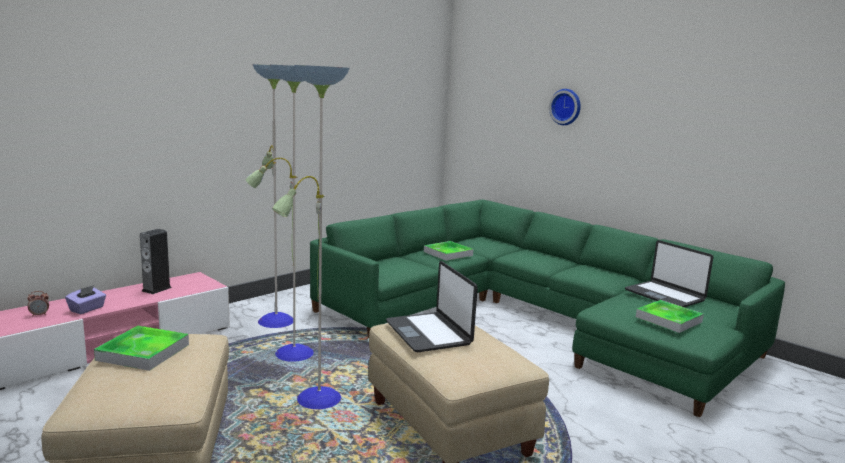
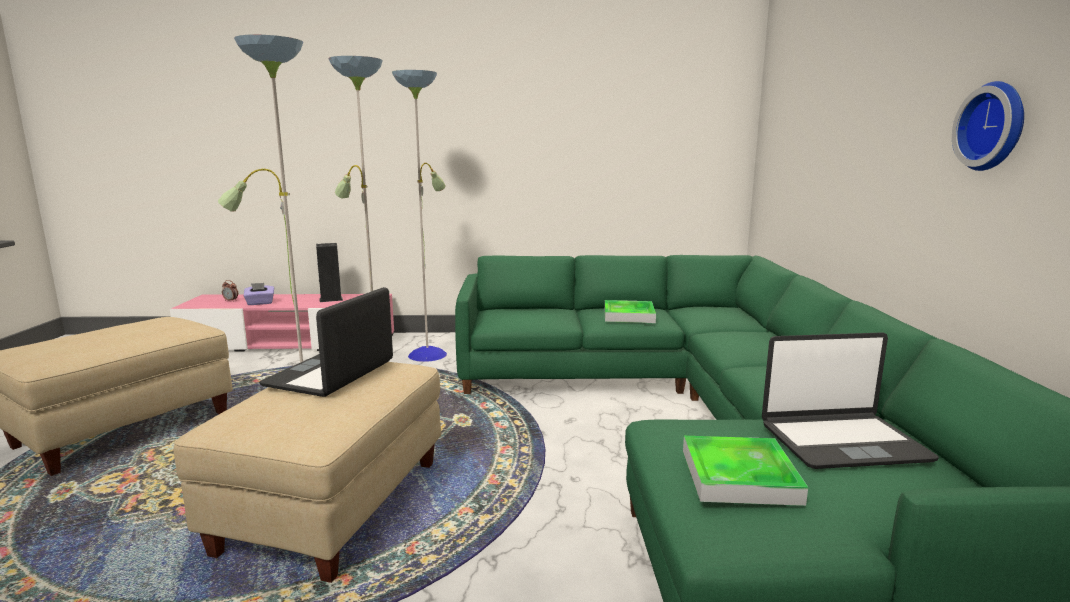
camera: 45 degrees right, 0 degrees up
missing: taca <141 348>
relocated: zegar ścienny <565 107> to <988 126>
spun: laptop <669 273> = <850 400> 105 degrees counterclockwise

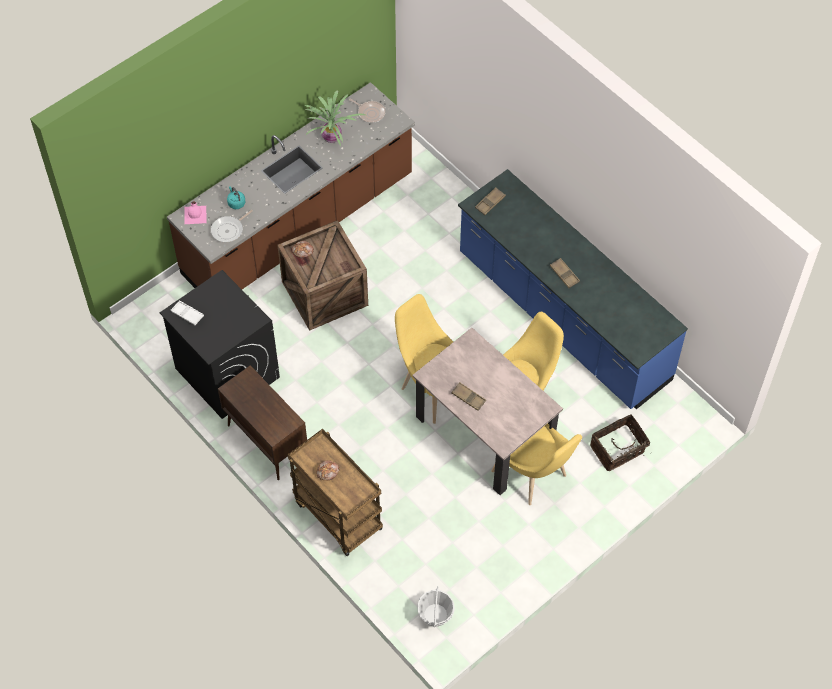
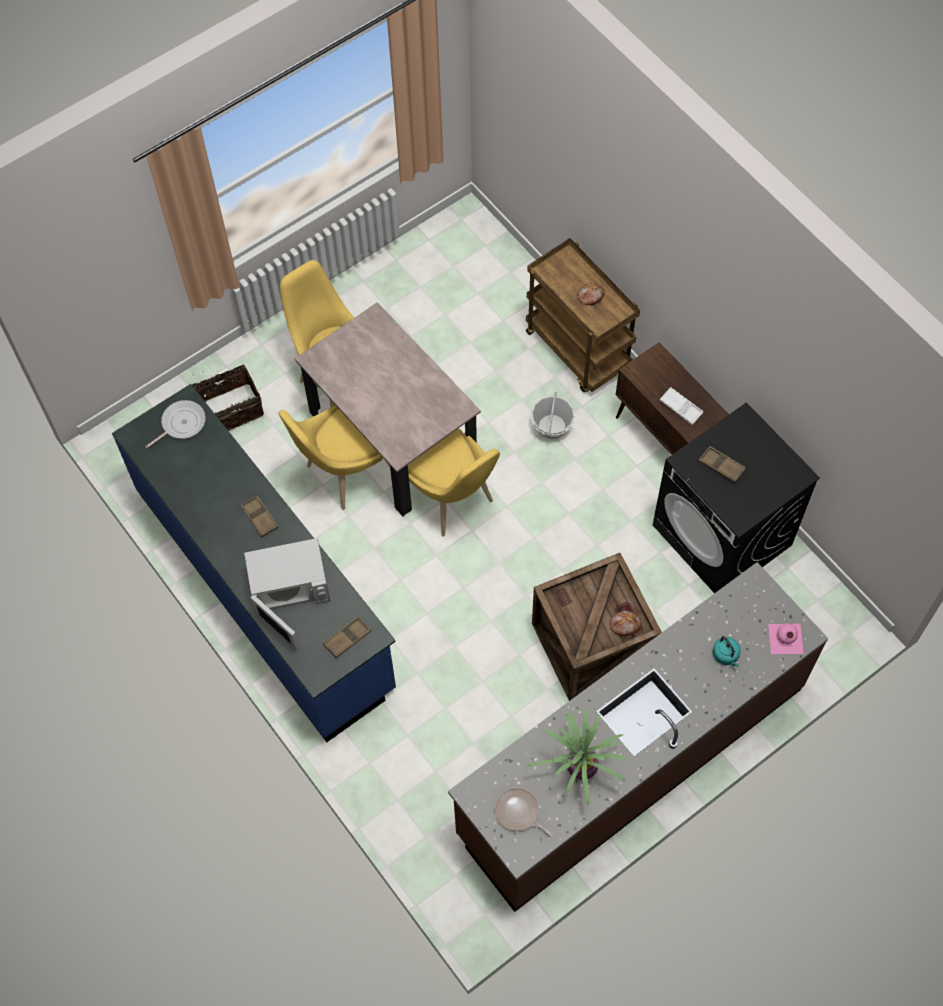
camera: 175 degrees left, 5 degrees up
appeared: mikrofalówka/biały <287 595>
relocated: patelnia <232 226> to <175 424>; taca/biały <187 313> to <681 406>; taca/brązowy <468 396> to <722 464>; koszyk <436 606> to <553 415>

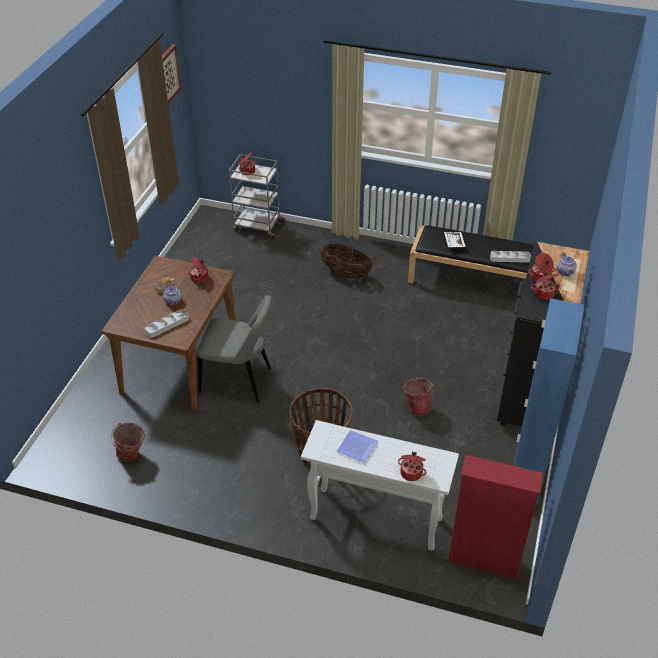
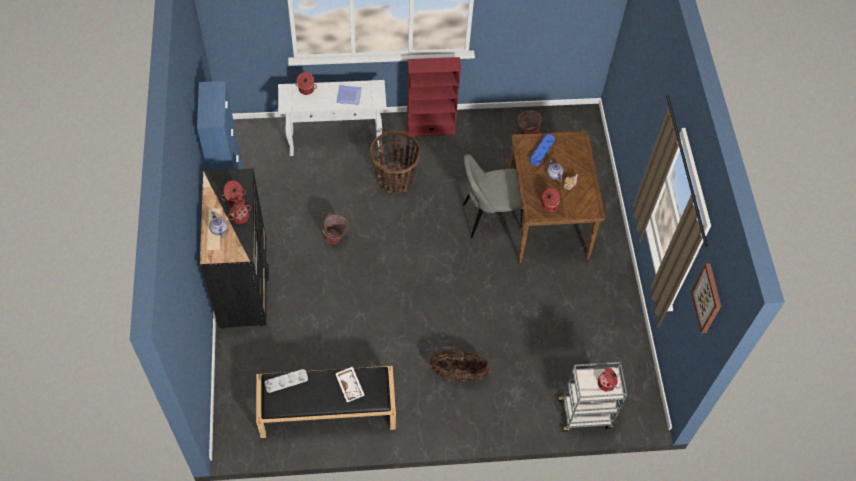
camera: 155 degrees right, 15 degrees up
relocated: regał/czerwony <495 517> to <434 96>
colour: taca/szary <167 323> to taca/niebieski <542 150>

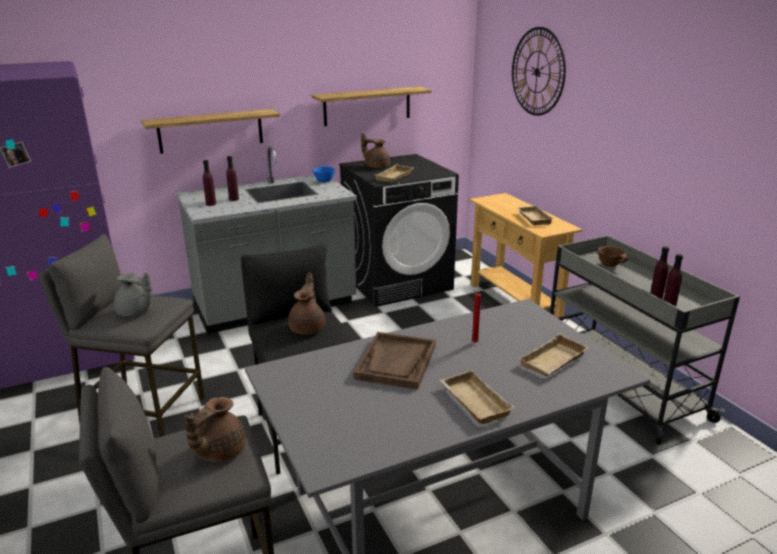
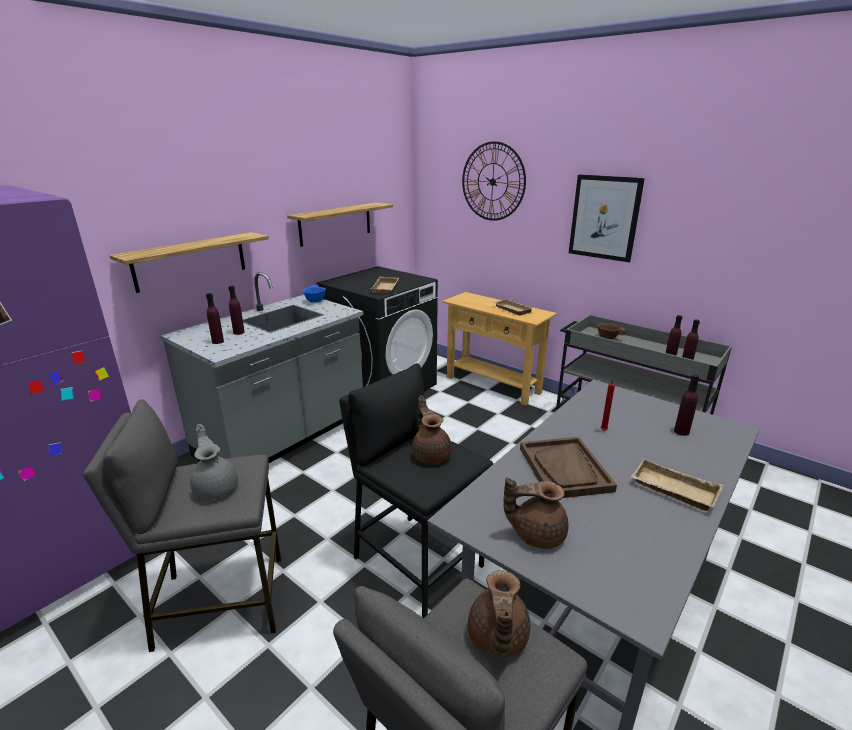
camera: 25 degrees left, 0 degrees up
appeared: obraz <607 218>
relocated: imbryk/brązowy <375 150> to <536 513>
exchanged: taca/beżowy <554 354> to butelka/fioletowy <687 405>
spun: imbryk/szary <133 295> = <214 462> 120 degrees counterclockwise

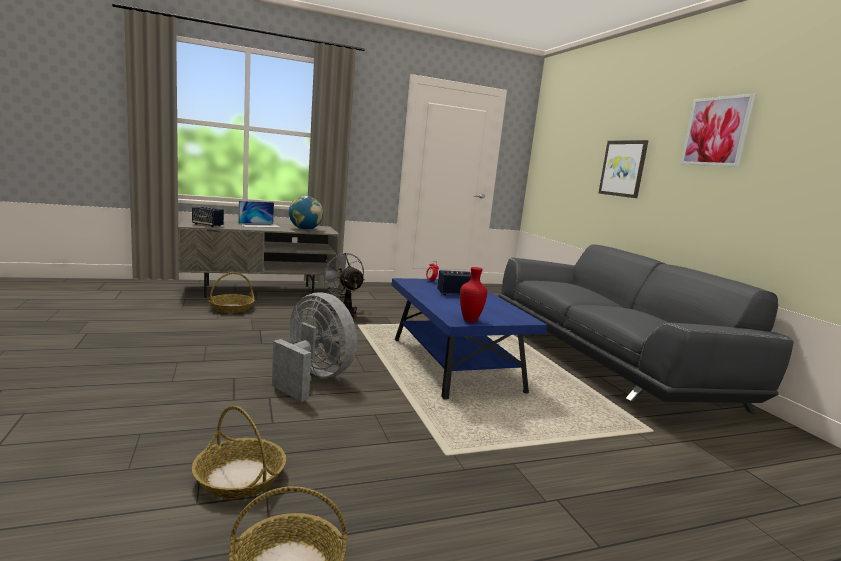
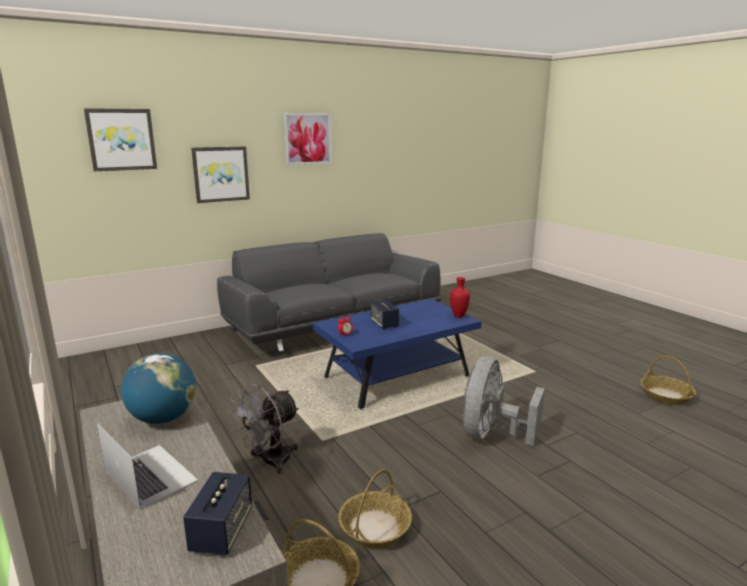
camera: 100 degrees left, 5 degrees up
appeared: obraz <120 139>
relocated: koszyk <239 452> to <375 509>

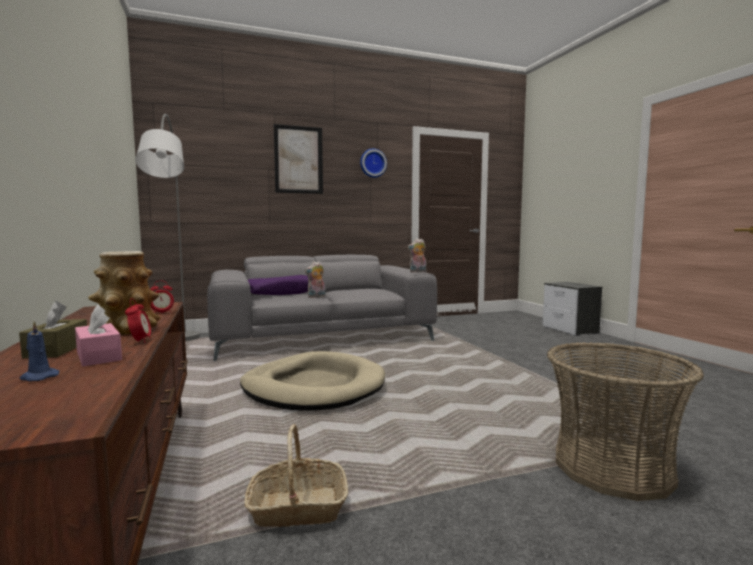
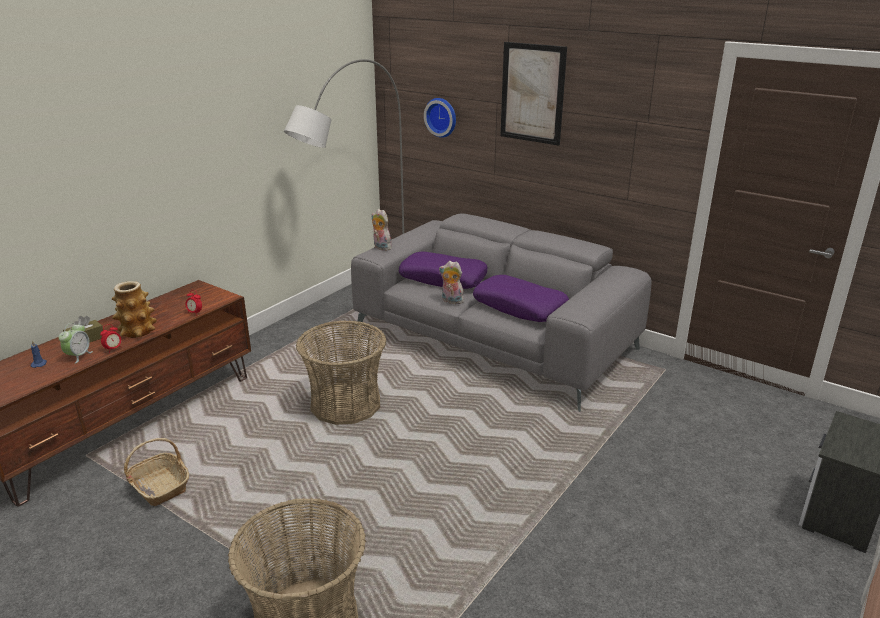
camera: 55 degrees right, 20 degrees up
appeared: poduszka/fioletowy <521 298>
relocated: zegar ścienny <373 163> to <440 118>; pluszak <417 256> to <382 230>
exchanged: pudełko chusteczek/różowy <98 335> to budzik <76 343>; legowisko/beżowy <312 380> to koszyk <341 373>

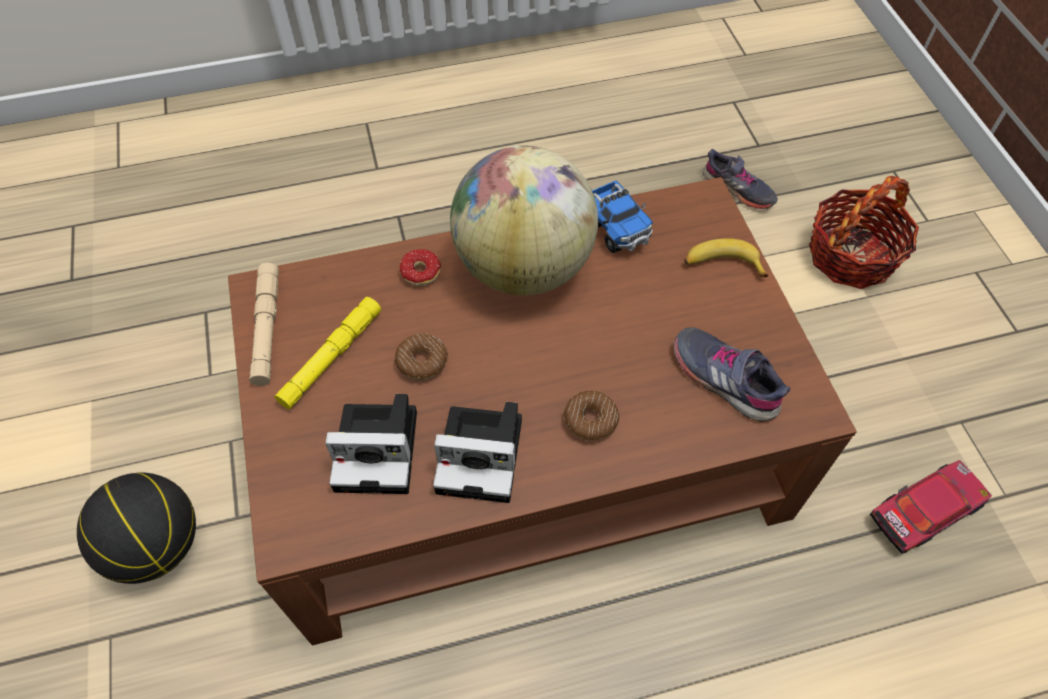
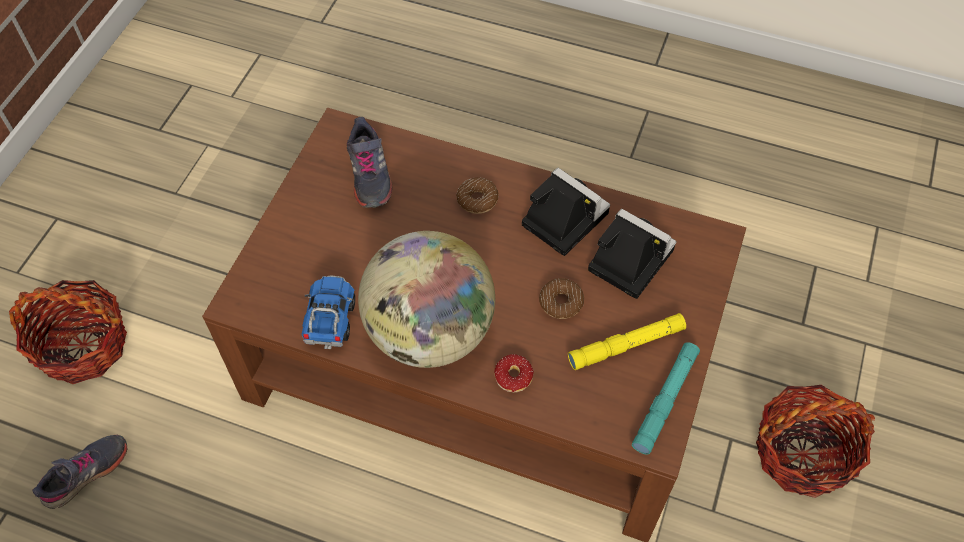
camera: 145 degrees left, 0 degrees up
missing: banan <726 257>; samochodzik <931 507>
exchanged: piłka do koszykówki <136 528> to koszyk <815 441>
colour: latarka/beżowy <264 324> to latarka/turkusowy <666 398>
spun: but/szary <740 179> = <79 472> 60 degrees clockwise

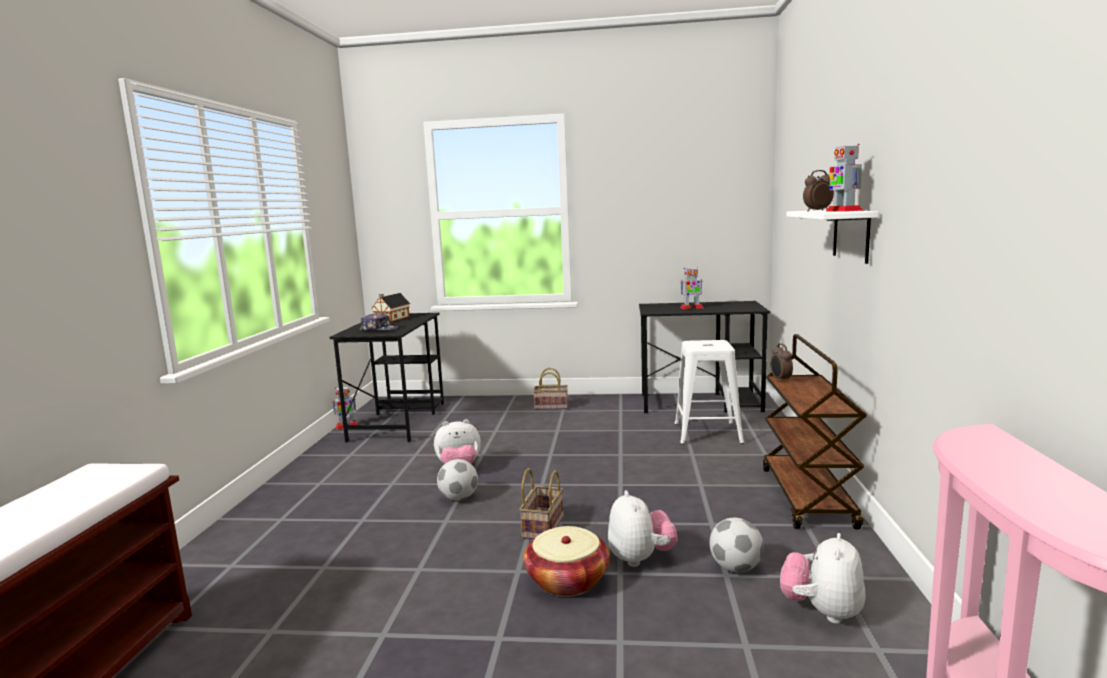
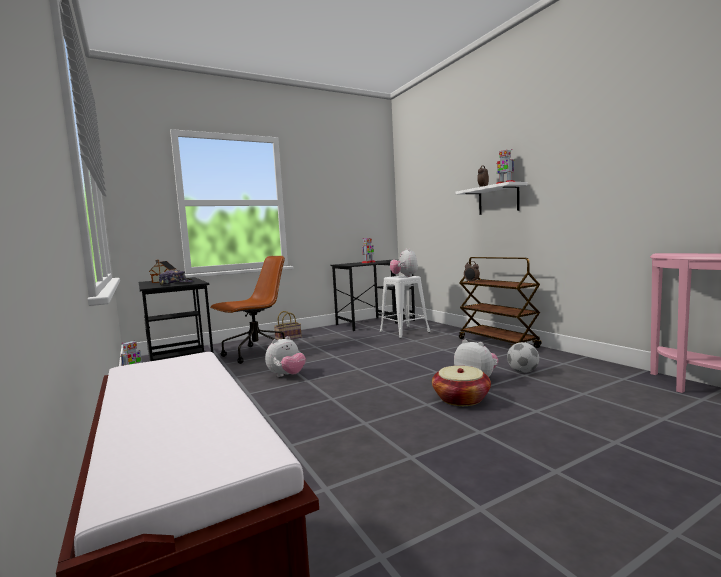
camera: 35 degrees left, 5 degrees down
missing: piłka futbolowa <457 480>; koszyk <541 504>
appeared: krzesło biurowe/brązowy <247 310>
relocated: pluszak <823 578> to <404 263>

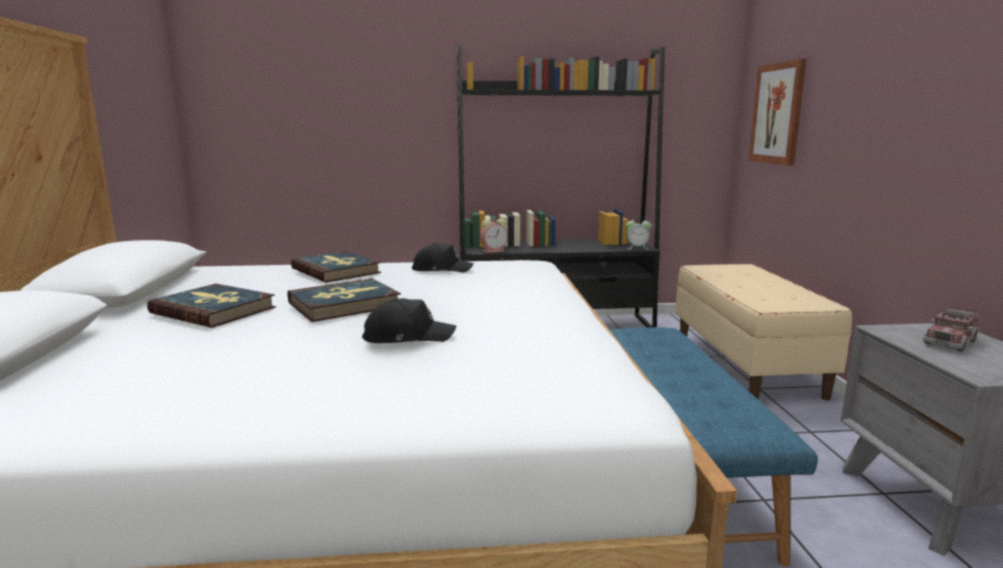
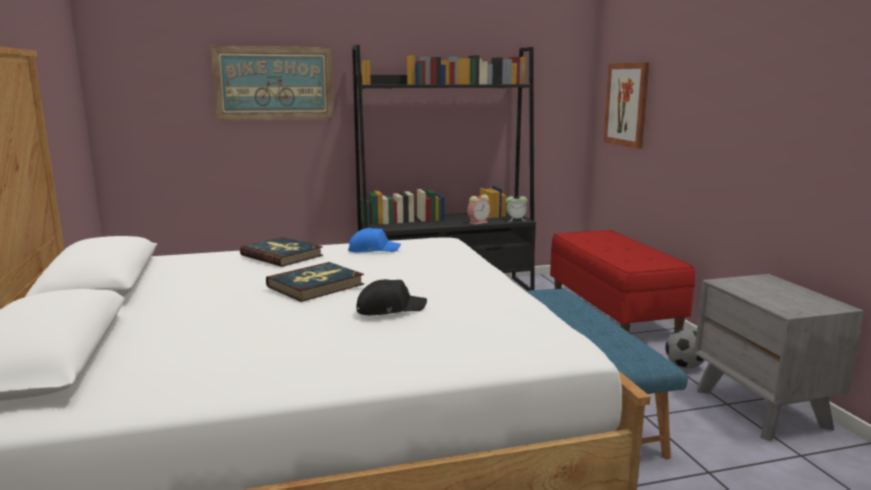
camera: 10 degrees left, 0 degrees up
missing: książka <211 306>; ciężarówka zabawkowa <951 329>
appeared: obraz <272 83>; piłka futbolowa <685 348>
relocated: budzik <494 236> to <478 209>
colour: czapka z daszkiem/czarny <443 258> to czapka z daszkiem/niebieski <374 240>; ławka/beżowy <763 332> to ławka/czerwony <622 281>

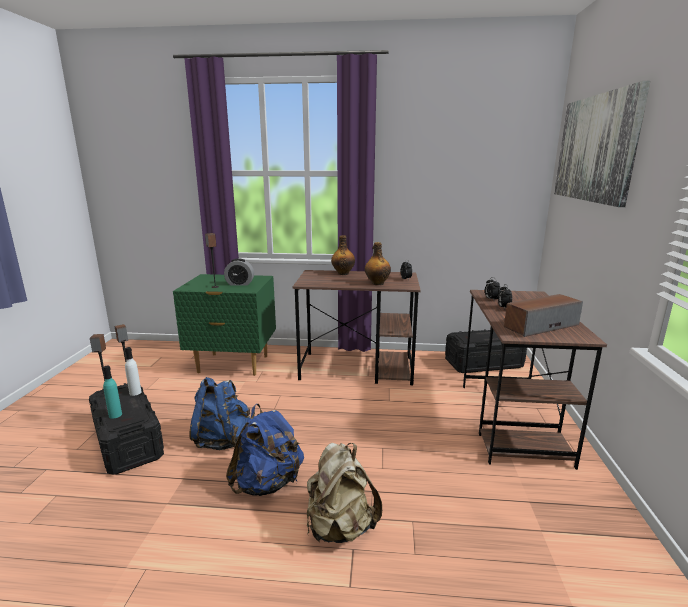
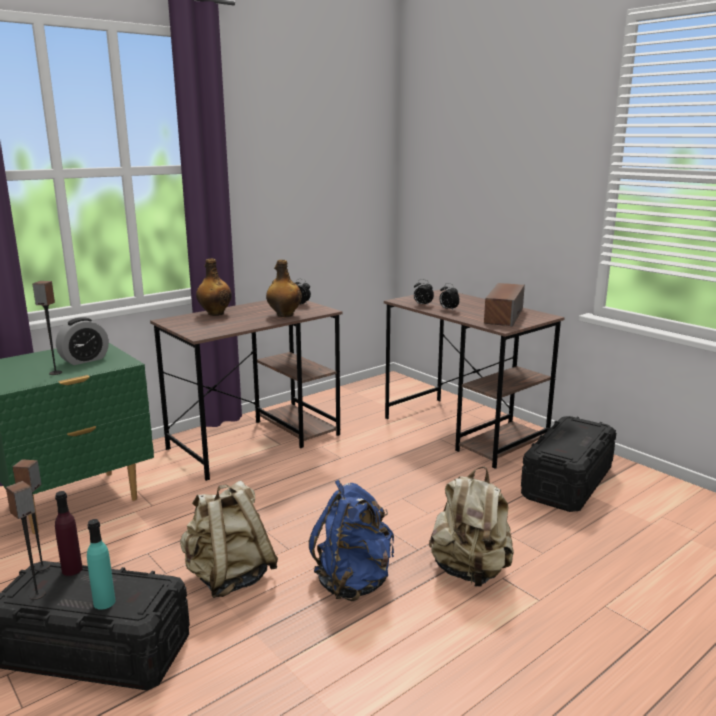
camera: 45 degrees left, 0 degrees up
missing: obraz <602 144>
relocated: pojemnik do przechowywania/czarny <486 351> to <568 464>
colour: butelka/biały <133 371> to butelka/fioletowy <69 533>; plecak/niebieski <219 413> to plecak/beżowy <229 539>

